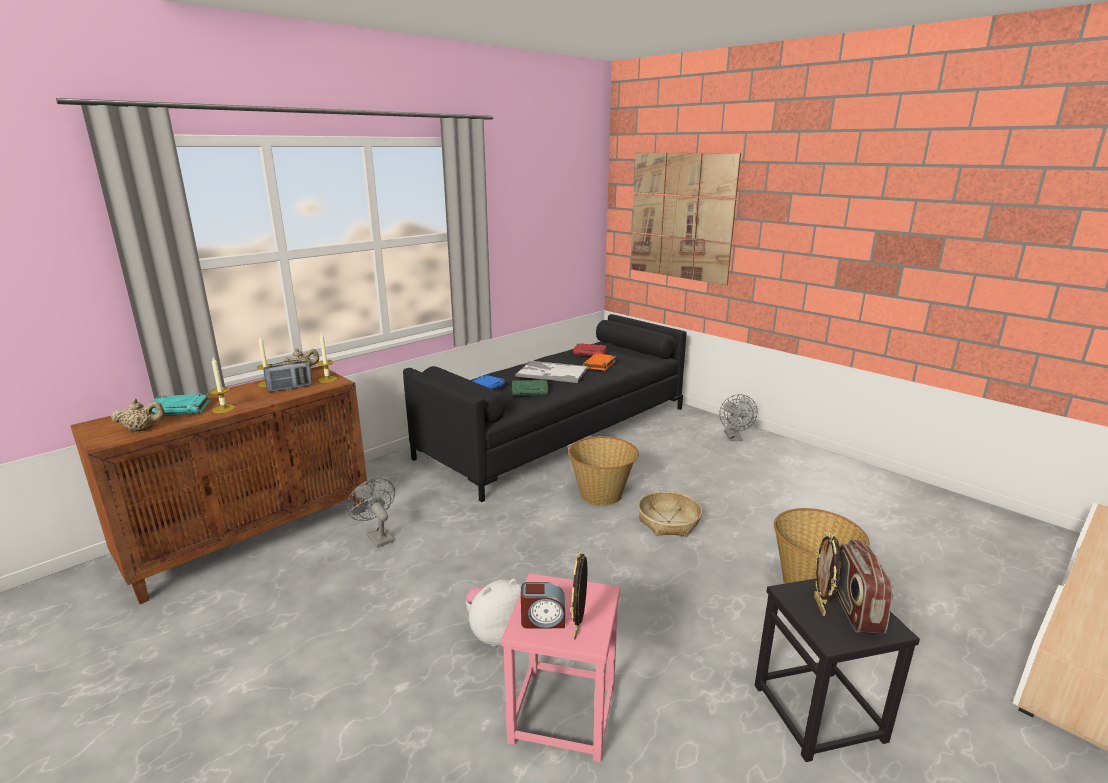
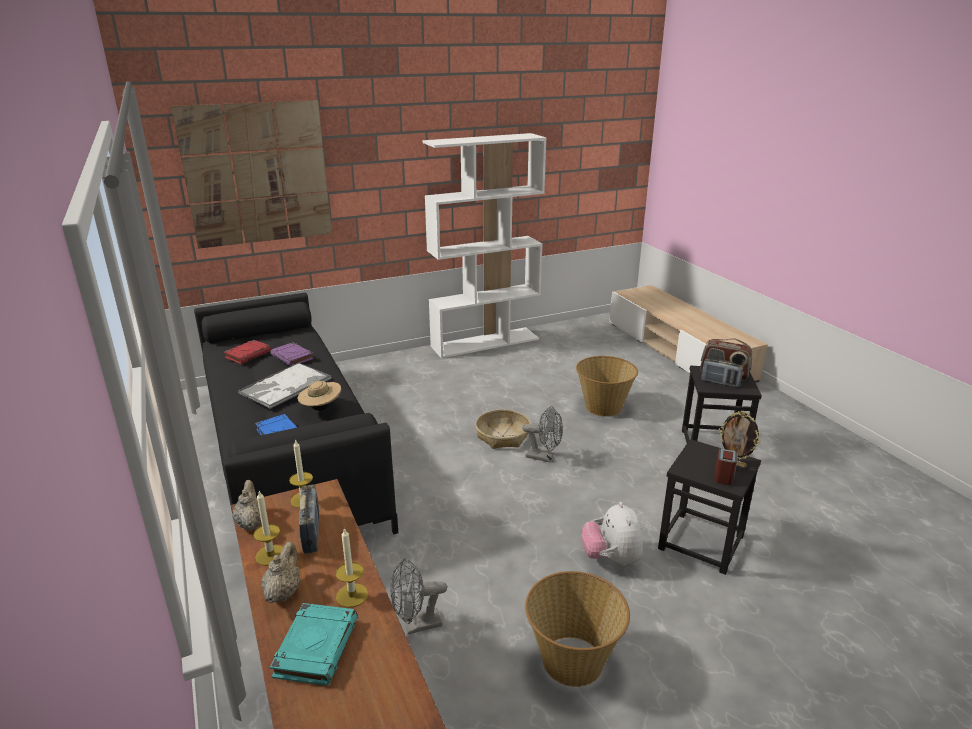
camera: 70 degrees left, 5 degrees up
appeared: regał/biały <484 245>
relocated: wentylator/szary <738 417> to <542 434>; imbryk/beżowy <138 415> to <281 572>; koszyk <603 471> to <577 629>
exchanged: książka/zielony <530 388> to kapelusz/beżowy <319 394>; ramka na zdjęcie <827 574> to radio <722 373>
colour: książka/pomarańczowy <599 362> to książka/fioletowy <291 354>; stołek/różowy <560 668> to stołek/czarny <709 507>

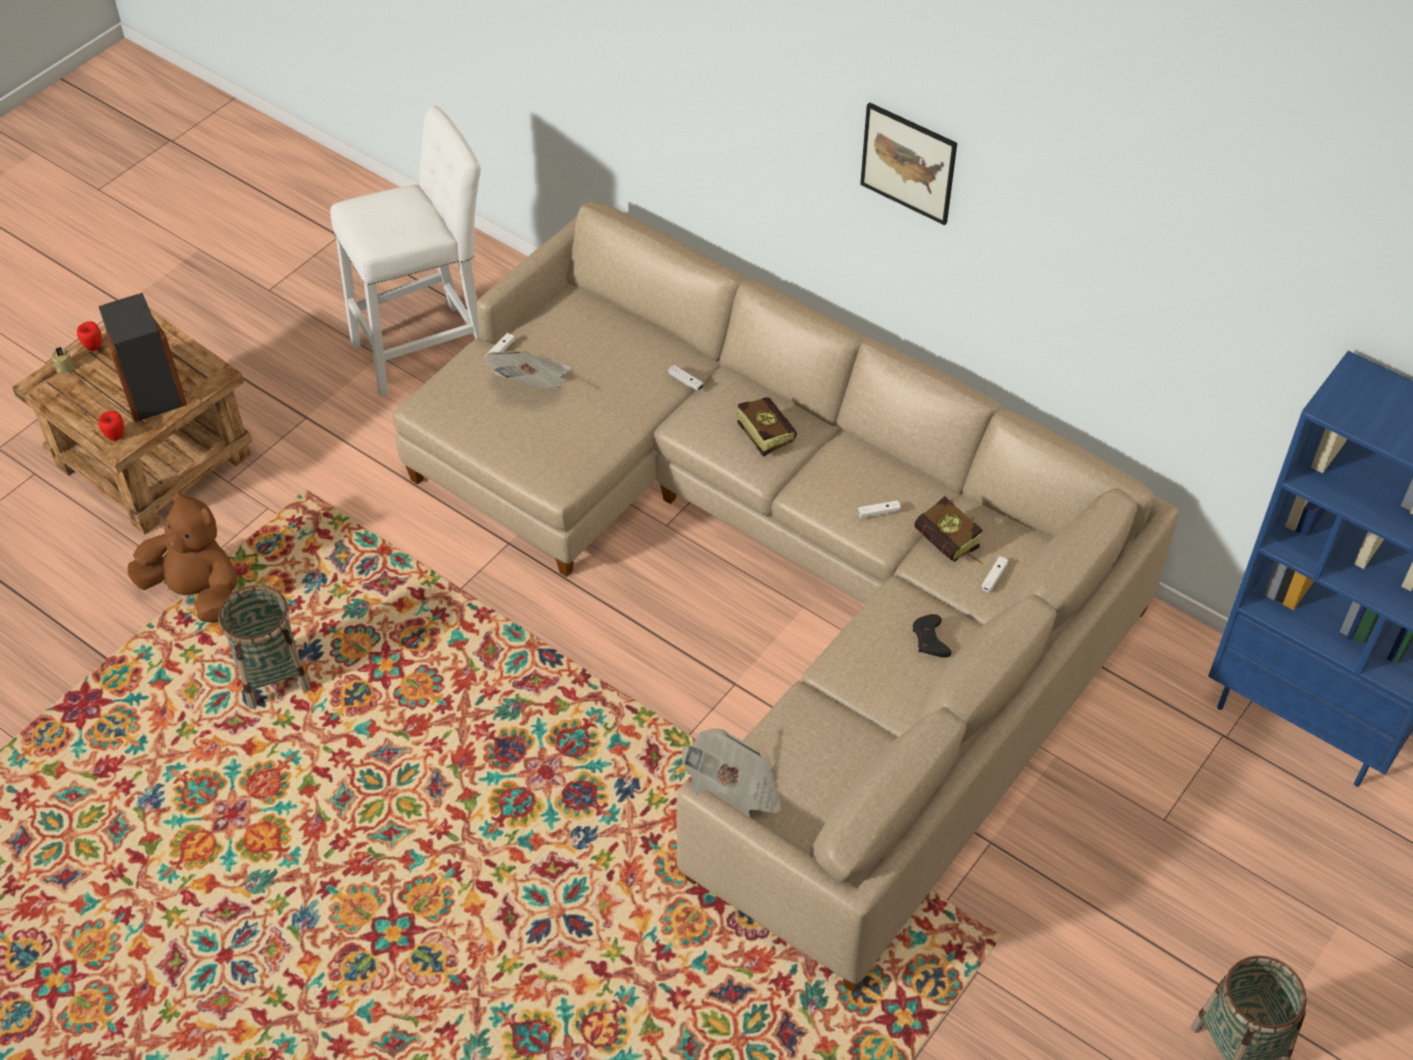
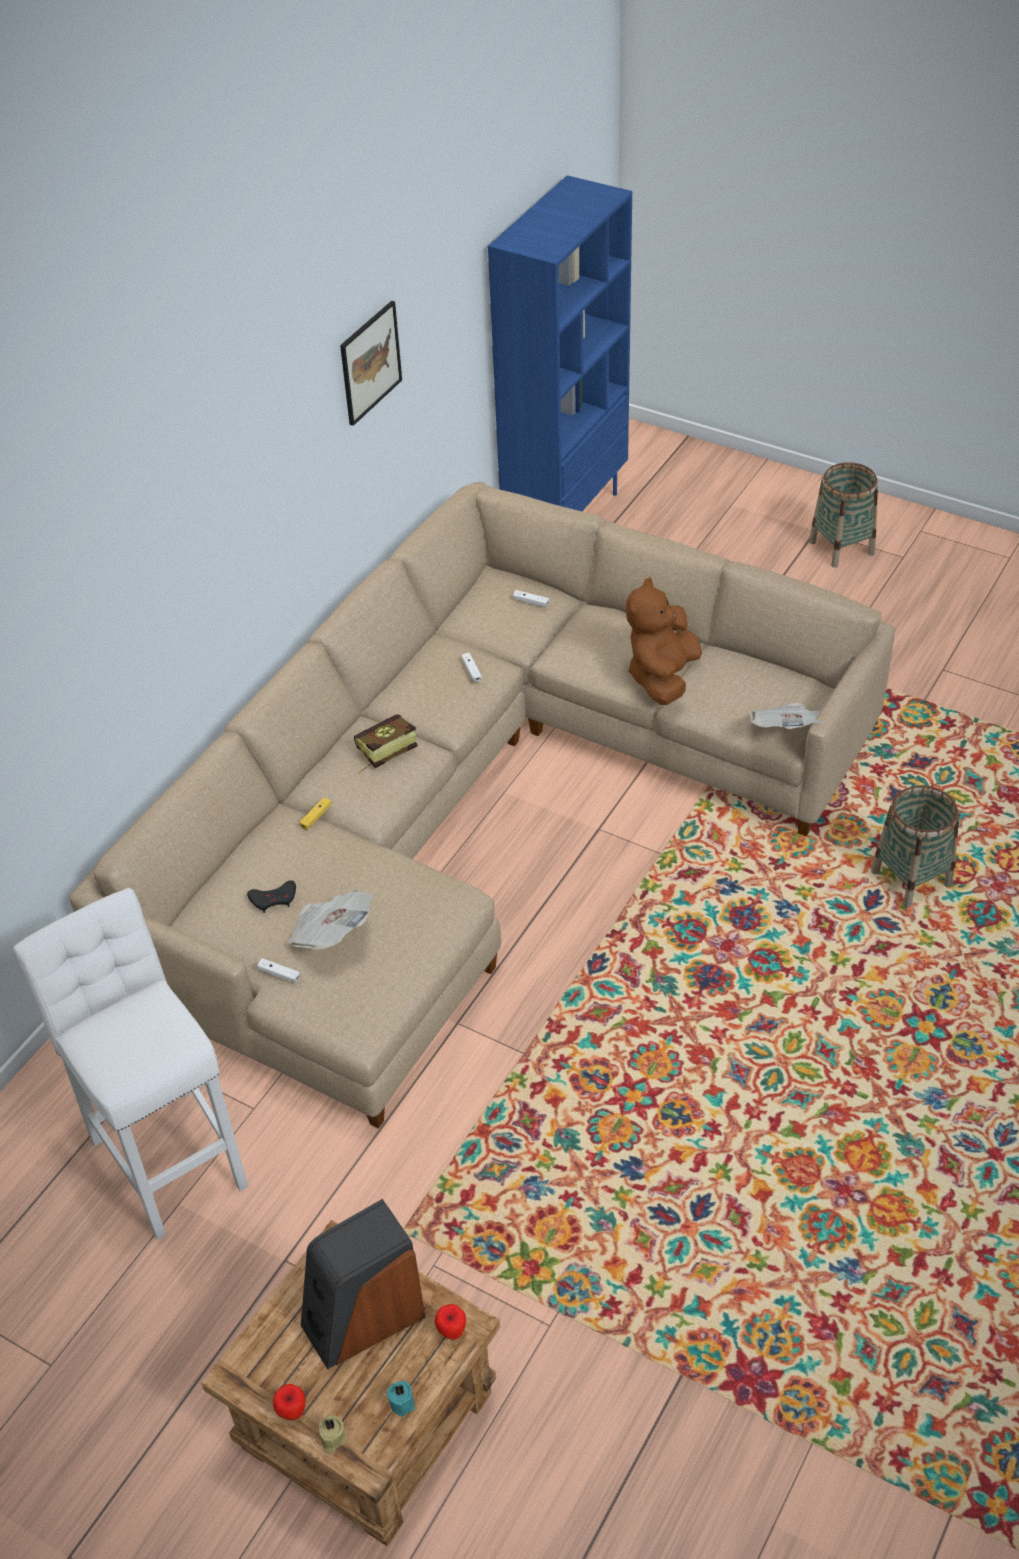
camera: 95 degrees left, 5 degrees down
missing: książka <949 530>
appeared: świeca/turkusowy <401 1398>
relocated: obraz <908 163> to <371 363>; pluszak/brązowy <182 557> to <664 641>; koszyk <264 647> to <915 846>; pad do gier/czarny <932 636> to <271 896>
colour: pad do gier/biały <686 378> to pad do gier/żółty <315 813>

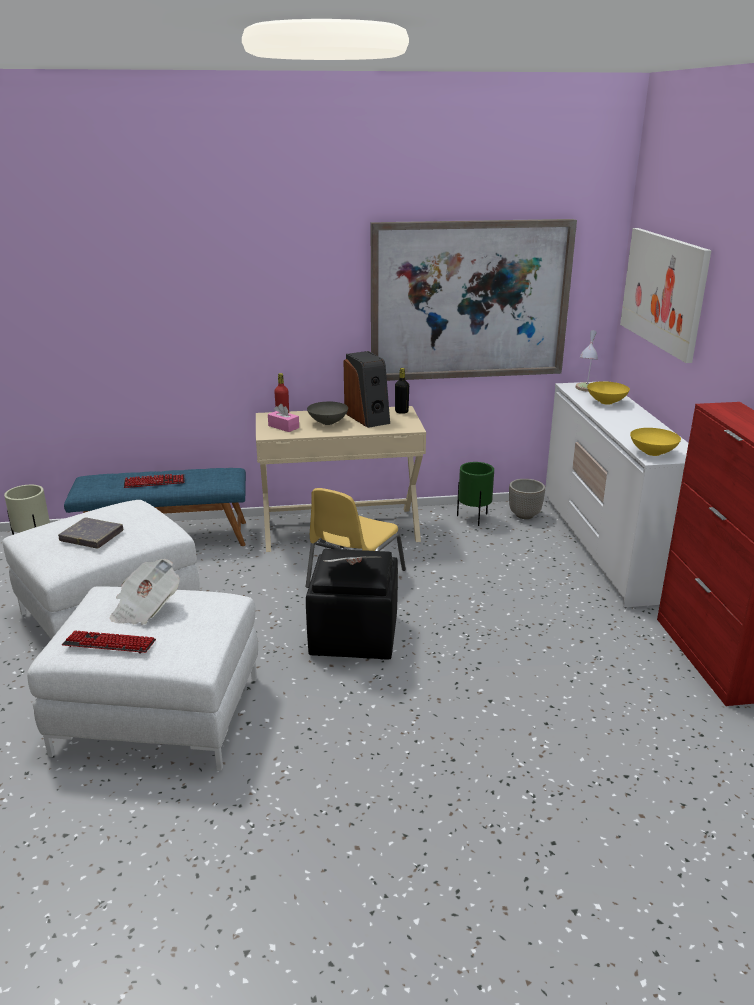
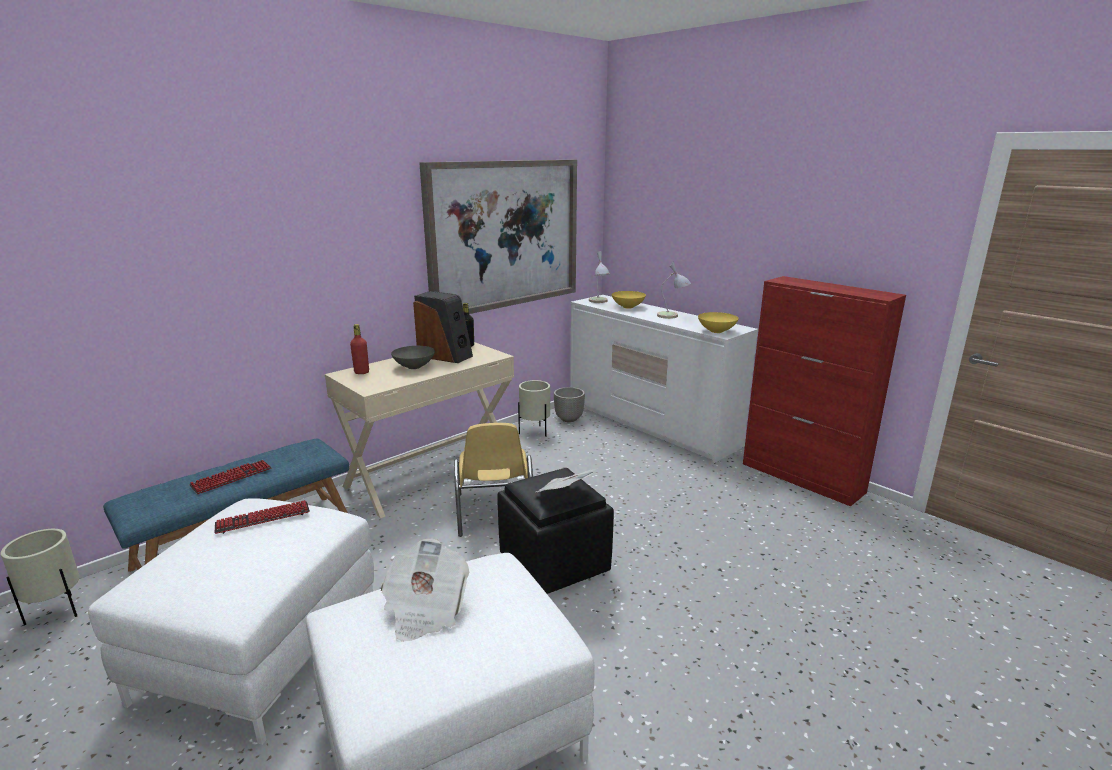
camera: 35 degrees left, 5 degrees down
missing: obraz <666 295>; pudełko chusteczek/różowy <283 418>; książka/szary <90 533>
appeared: lampa stołowa <674 290>
relocated: klawiatura <109 642> to <262 517>
colour: donica/zielony <475 494> to donica/beżowy <534 408>

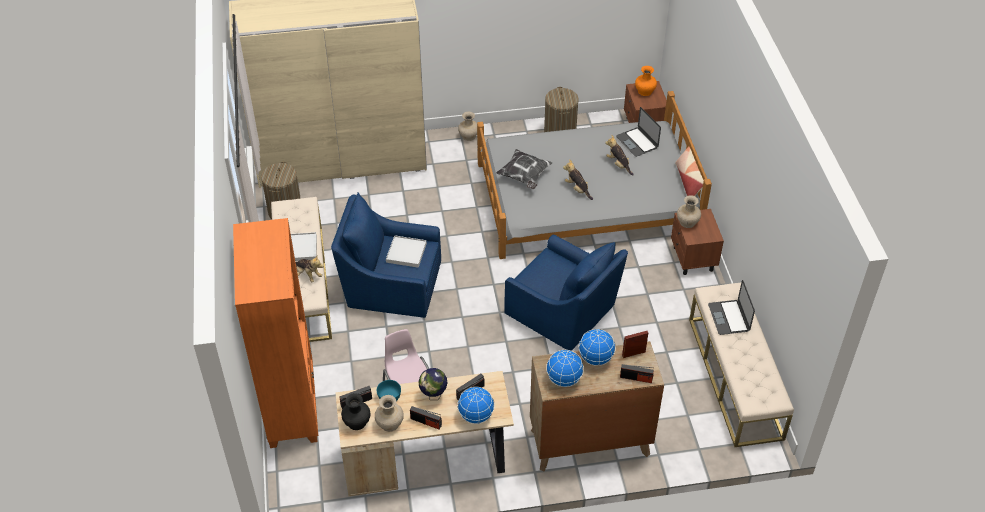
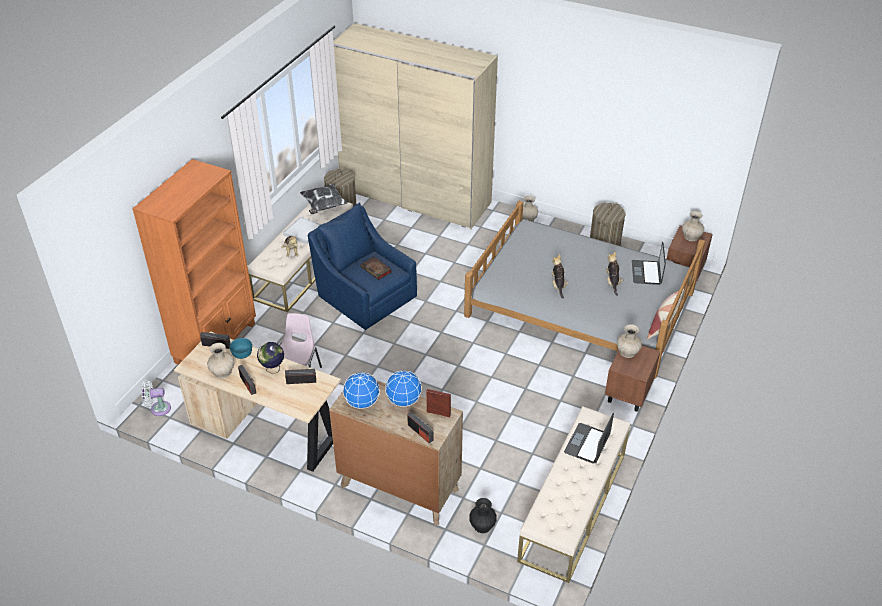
camera: 35 degrees right, 5 degrees down
missing: fotel/niebieski <566 292>; globus <476 405>
appeared: wentylator/biały <156 398>
relocated: poduszka <524 169> to <324 198>; wazon/czarny <356 411> to <483 515>
exchanged: taca/biały <406 251> to książka <376 268>
colour: wazon/pomarańczowy <646 81> to wazon/beżowy <693 226>

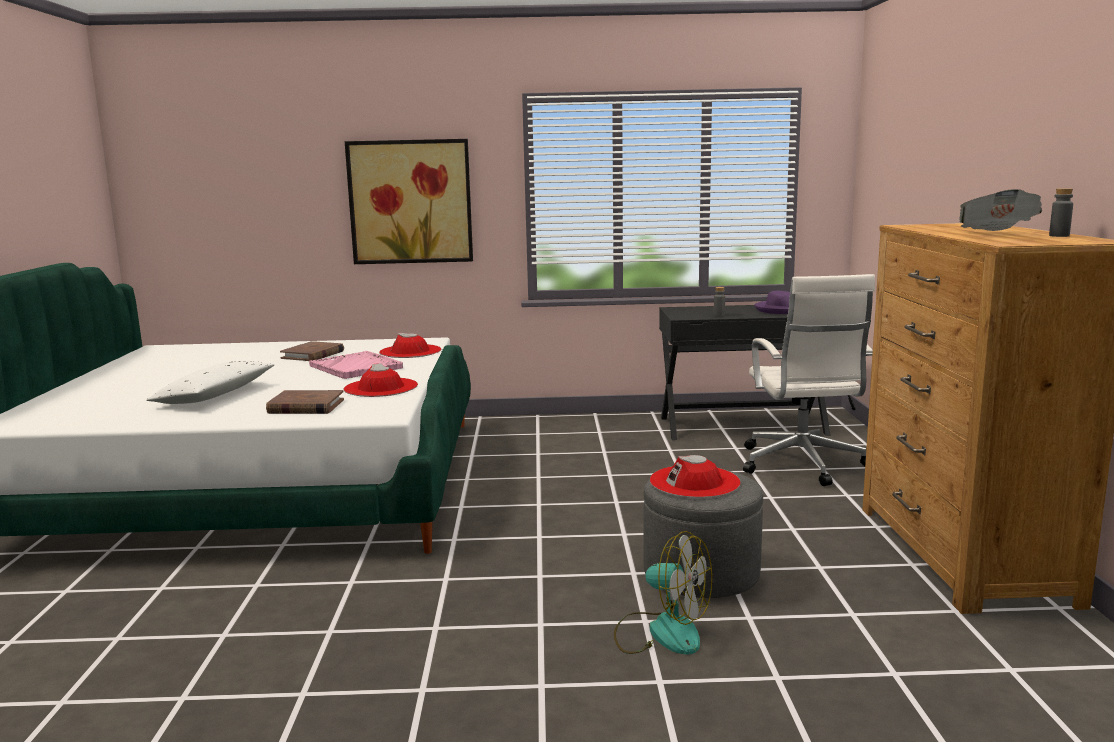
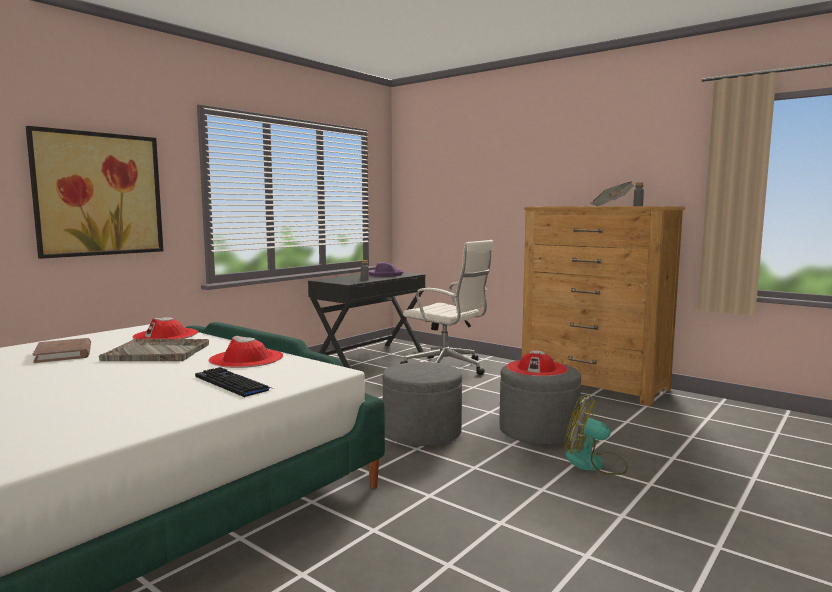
camera: 50 degrees left, 5 degrees down
missing: poduszka/biały <211 382>
appeared: pufa/szary <422 404>
exchanged: książka/brązowy <305 402> to klawiatura <234 382>
colour: taca/różowy <356 365> to taca/szary <154 350>
spun: wentylator <663 593> = <596 435> 135 degrees counterclockwise

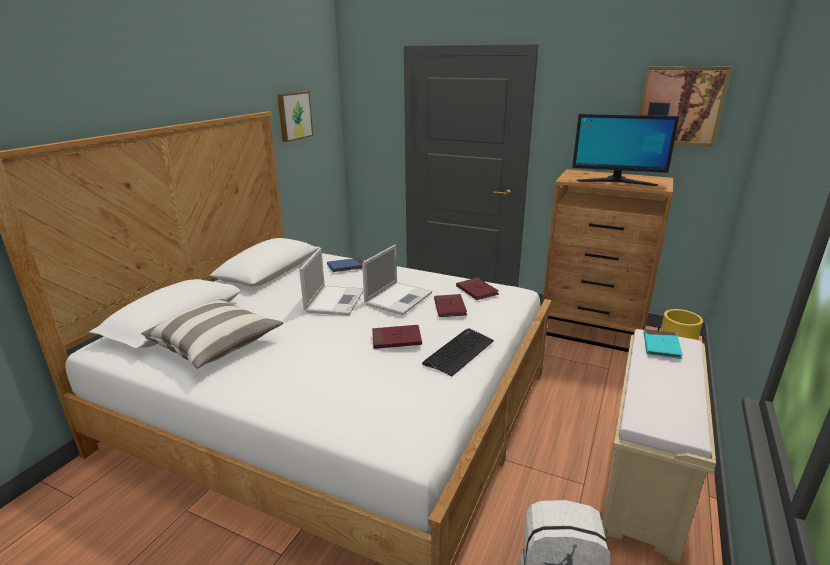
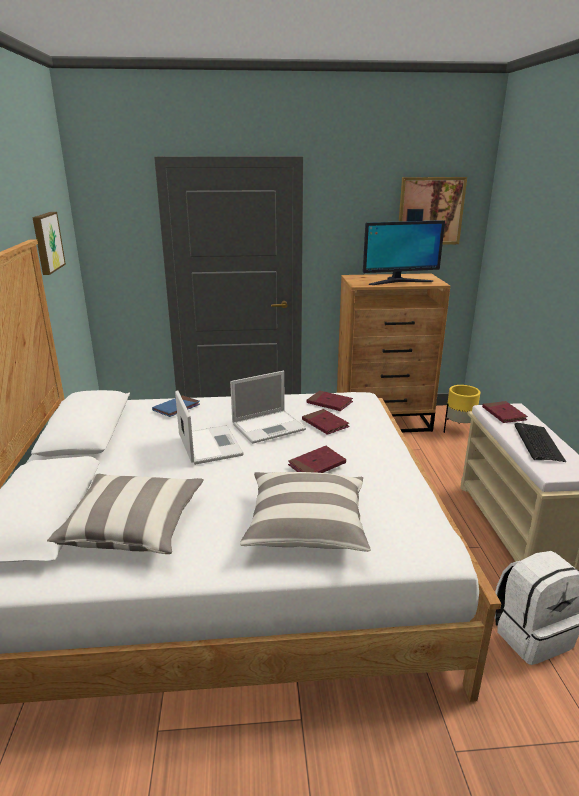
camera: 30 degrees left, 0 degrees up
appeared: poduszka <305 512>
relocated: klawiatura <458 352> to <540 442>
colour: książka/turkusowy <663 344> to książka/czerwony <505 412>
spun: laptop <397 280> = <268 407> 60 degrees clockwise

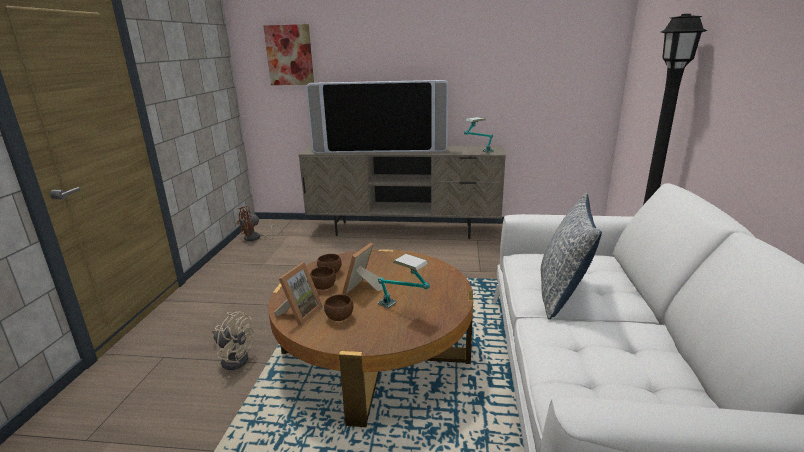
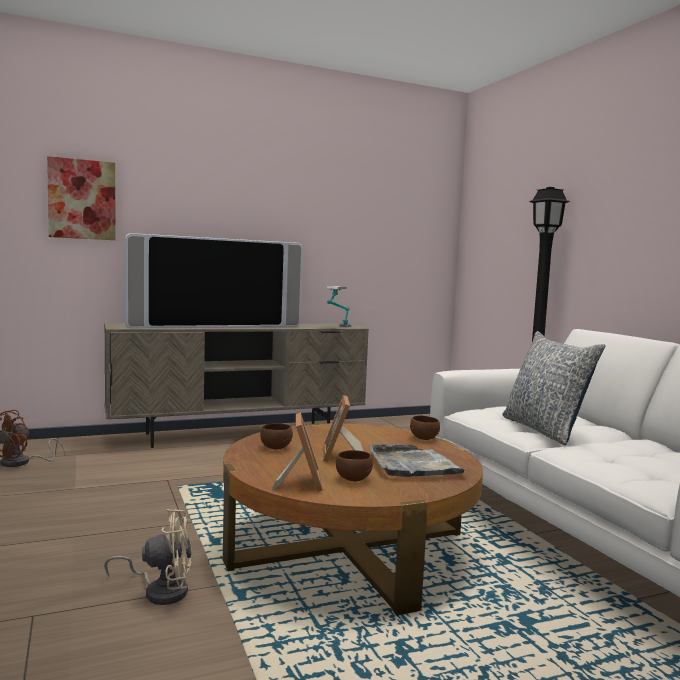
camera: 30 degrees left, 15 degrees down
relocated: miska/brązowy <323 278> to <425 428>
exchanged: lampa stołowa <404 281> to taca/szary <417 460>

